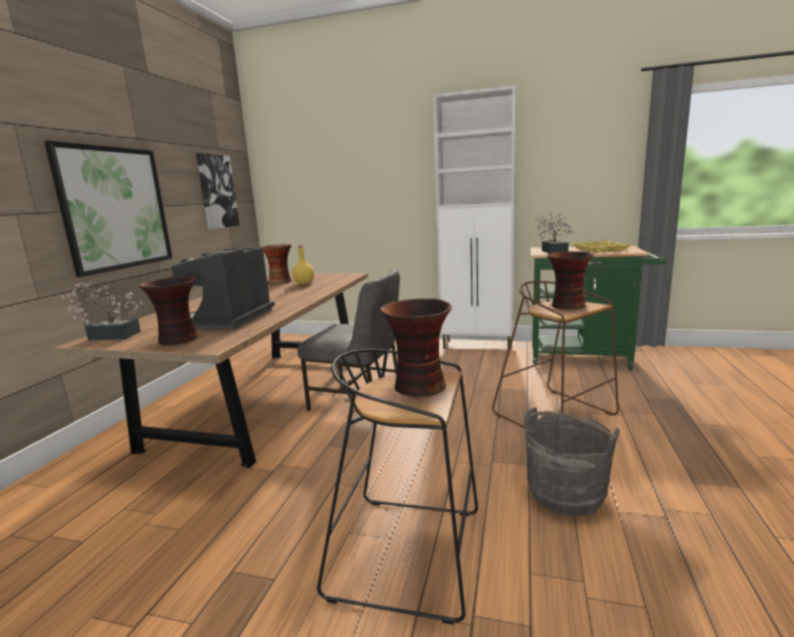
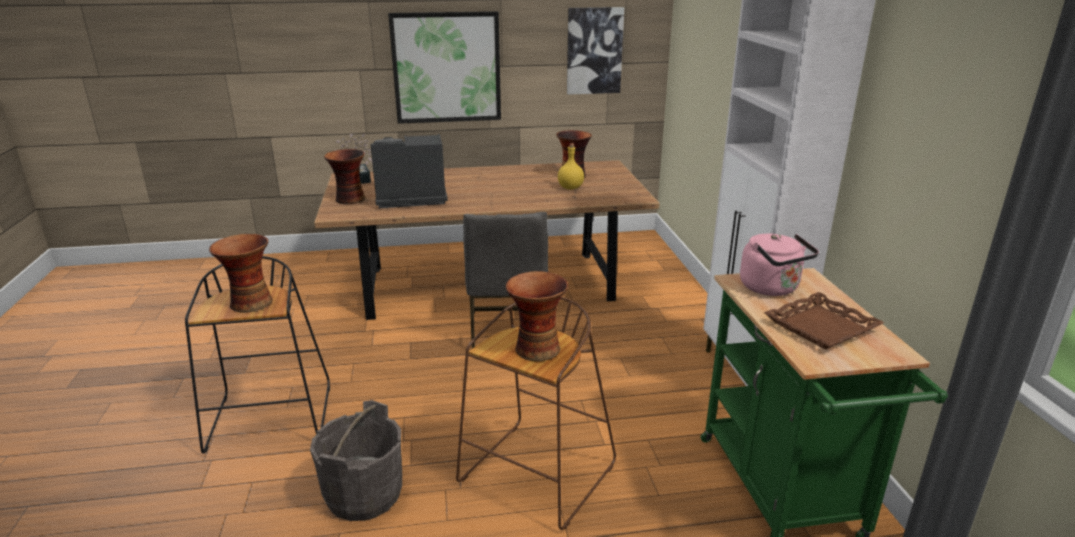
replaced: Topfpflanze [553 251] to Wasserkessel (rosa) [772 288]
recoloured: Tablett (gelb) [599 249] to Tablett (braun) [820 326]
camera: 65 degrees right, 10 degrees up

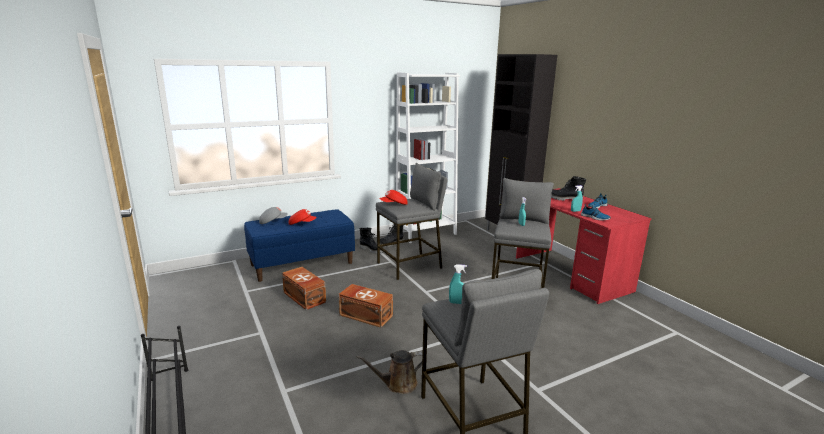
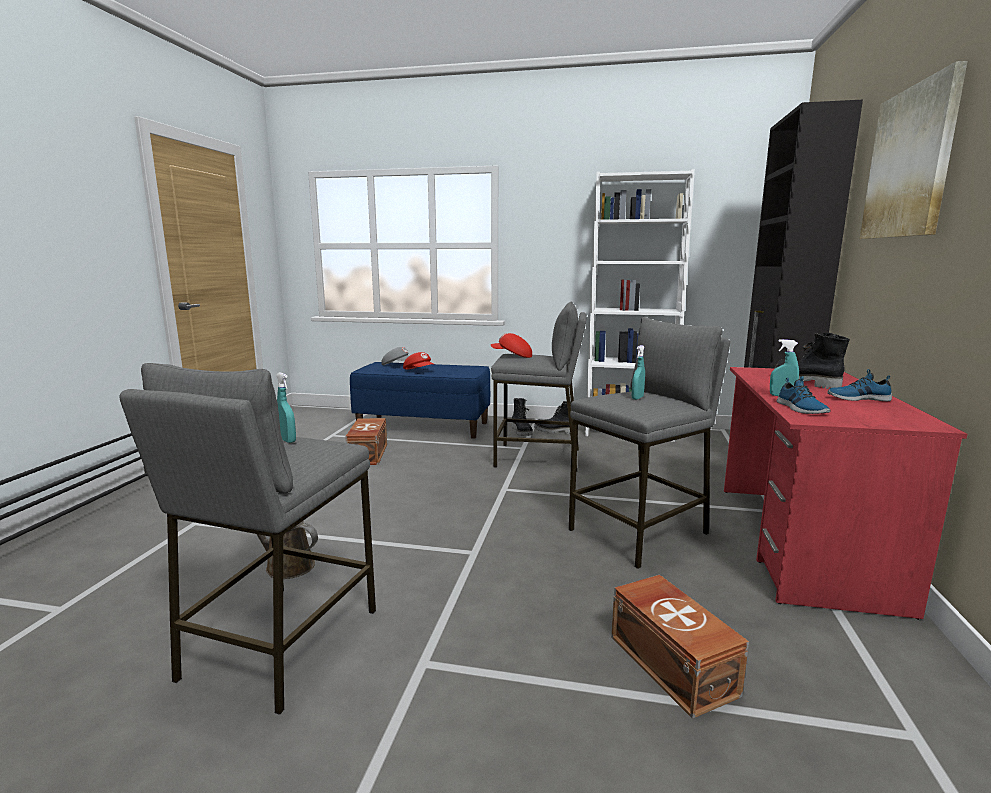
added: Bild [910 163]
moved: Aufbewahrungsbox (braun) [365 315] to [672 663]
camera: 40 degrees right, 5 degrees down

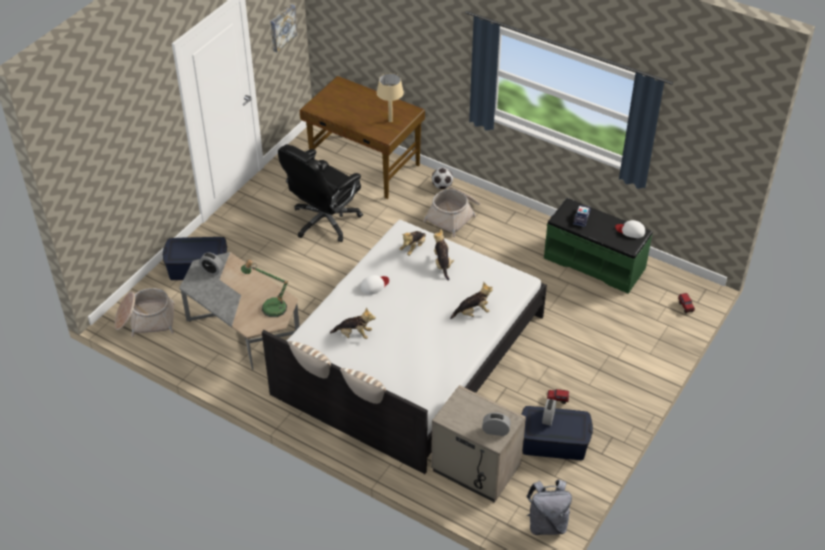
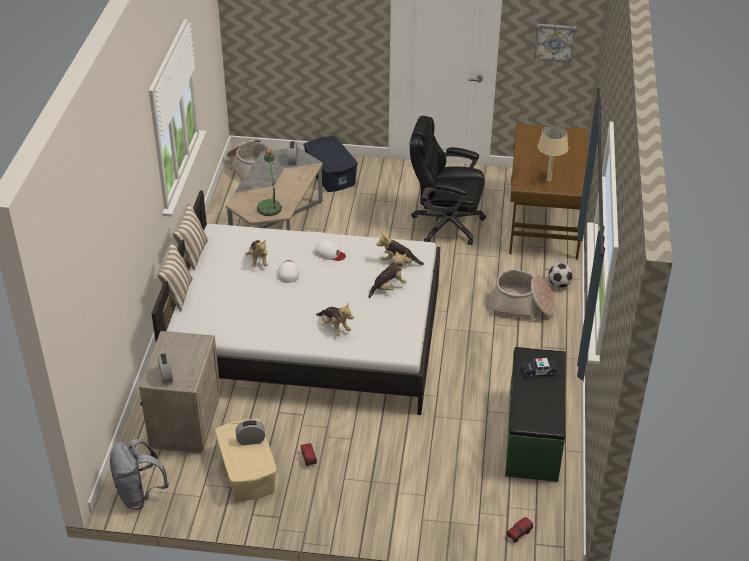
moved: Kappe (weiß) [630 230] to [288 272]
recoloured: Aufbewahrungsbox (blau) [553 443] to Aufbewahrungsbox (beige) [247 472]
camera: 65 degrees right, 5 degrees down

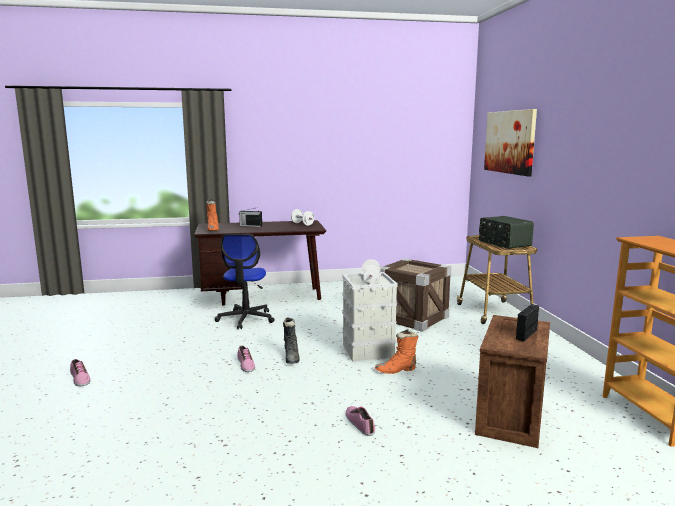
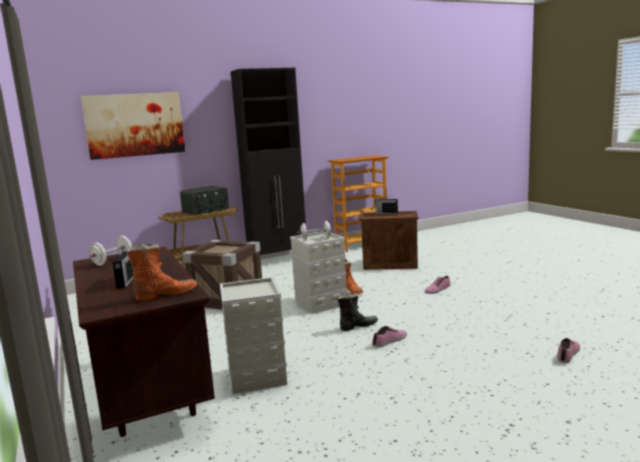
added: Schrank (schwarz) [279 260]
moved: Schuh [79 379] to [568 354]
replaced: Bürostuhl [246 319] to Aufbewahrungsbox (grau) [258 376]
camera: 105 degrees left, 0 degrees up

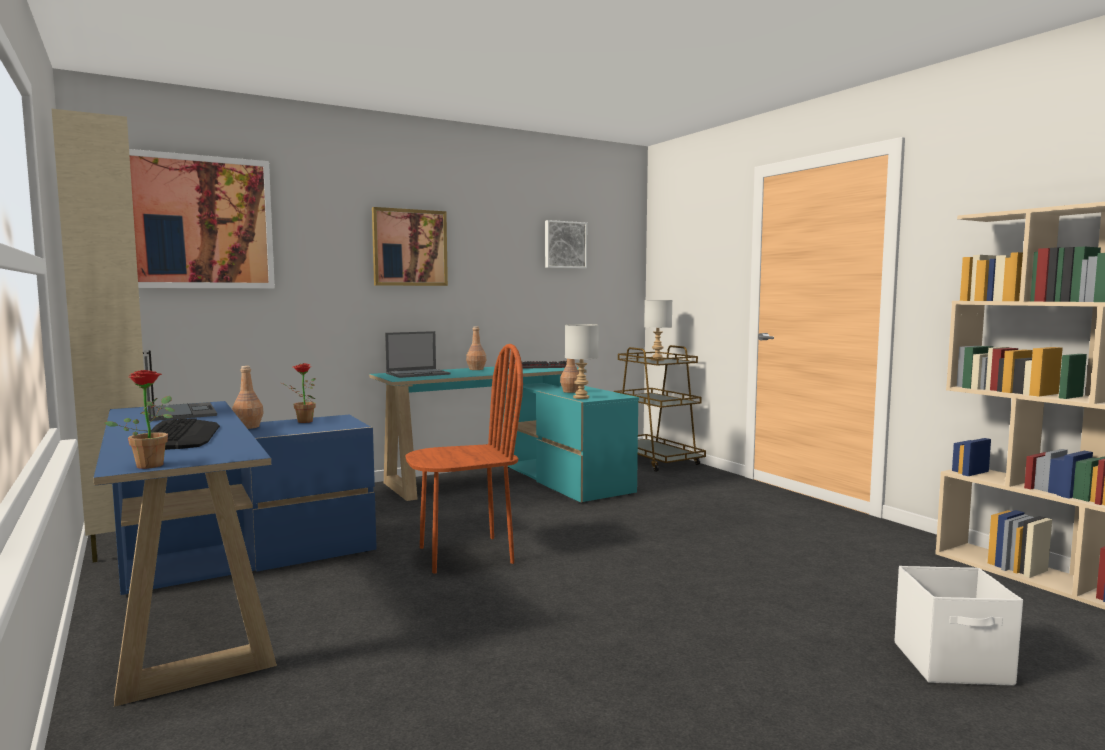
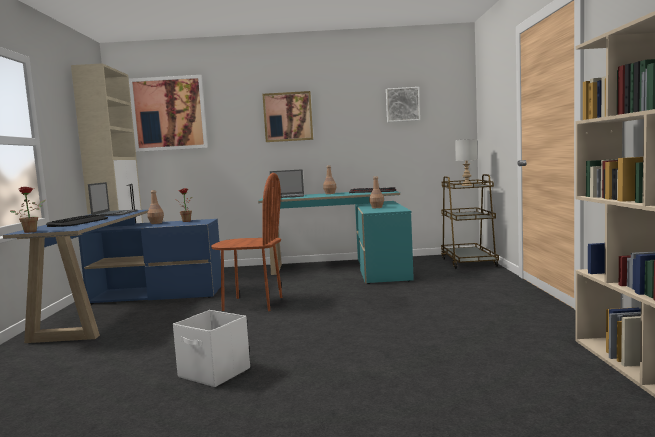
removed: Tischlampe (grau) [580 397]
moved: Aufbewahrungsbox (weiß) [953 664] to [214 373]
camera: 30 degrees right, 0 degrees up

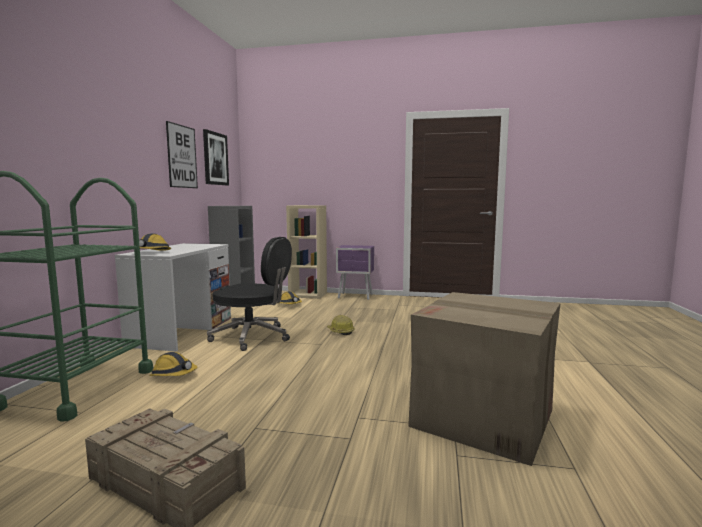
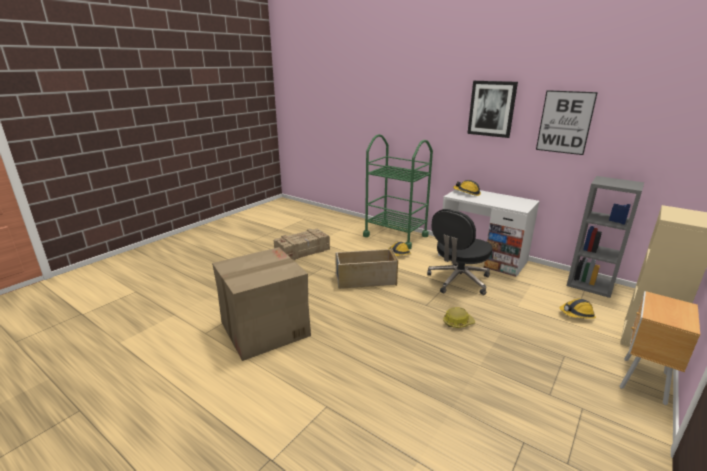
added: Aufbewahrungsbox (beige) [365 280]
moved: Bild [215 158] to [491 109]
recoloured: Nachttisch (lila) [356 296] to Nachttisch (braun) [642 381]
camera: 115 degrees right, 15 degrees up

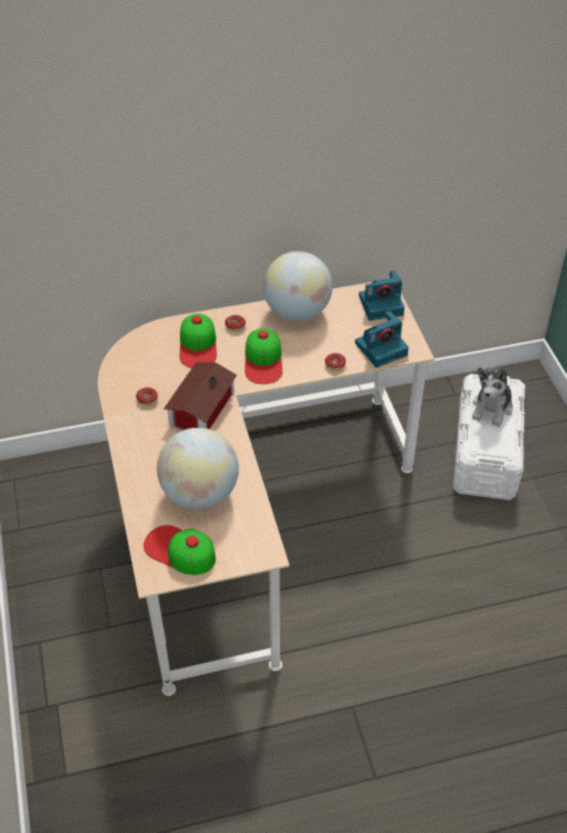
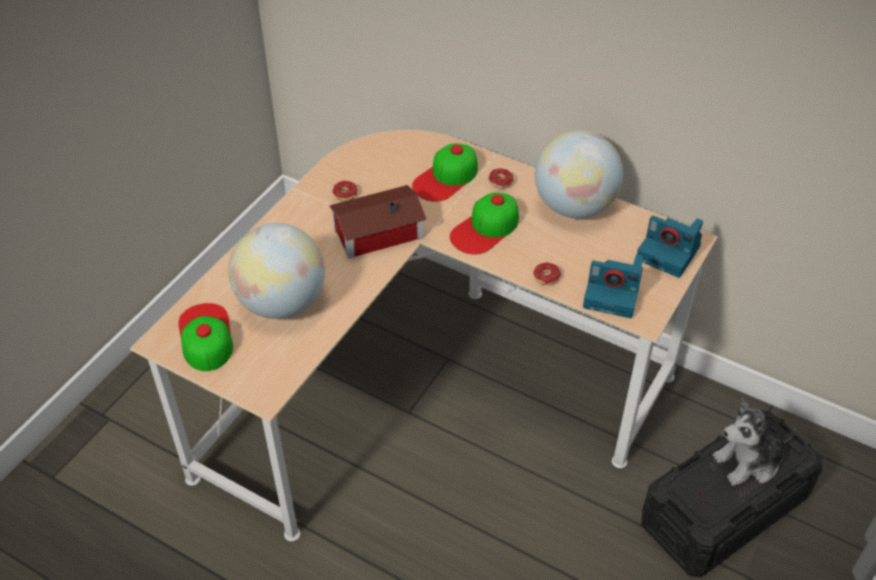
recoloured: Aufbewahrungsbox (weiß) [486 452] to Aufbewahrungsbox (schwarz) [724 510]
camera: 45 degrees right, 0 degrees up

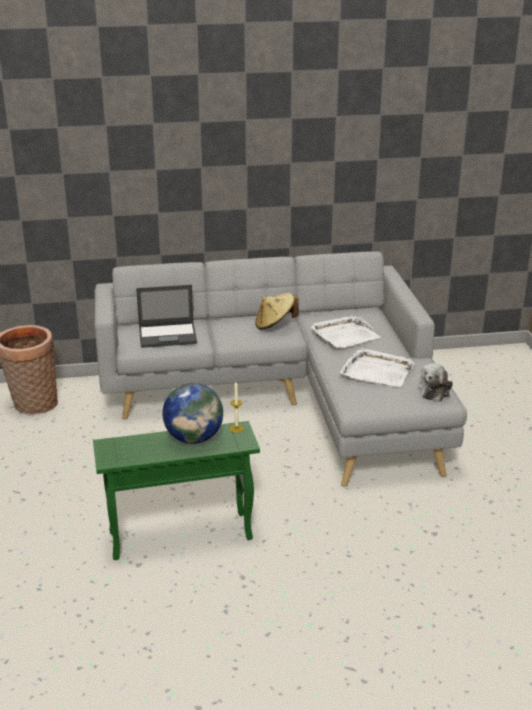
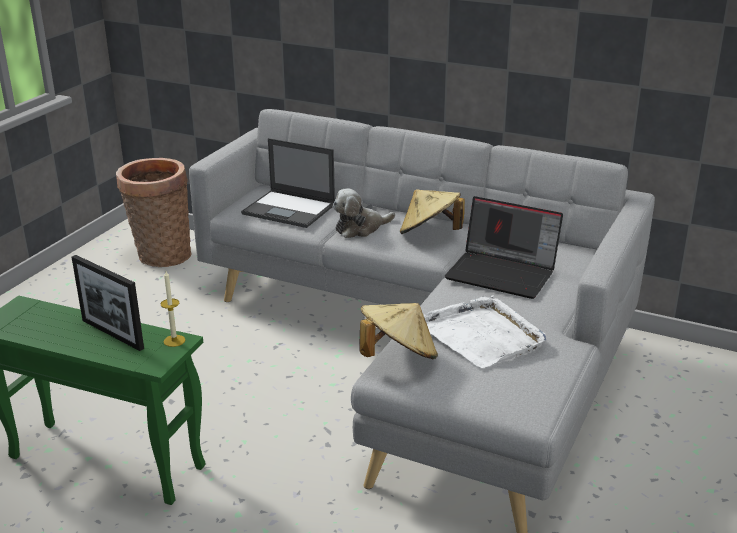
added: Hut (beige) [398 356]
moved: Plüschtier [435 391] to [360 228]
replaced: Globus [194 438] to Bilderrahmen [112 334]; Tablett (weiß) [344 335] to Laptop [503 273]
camera: 35 degrees right, 0 degrees up

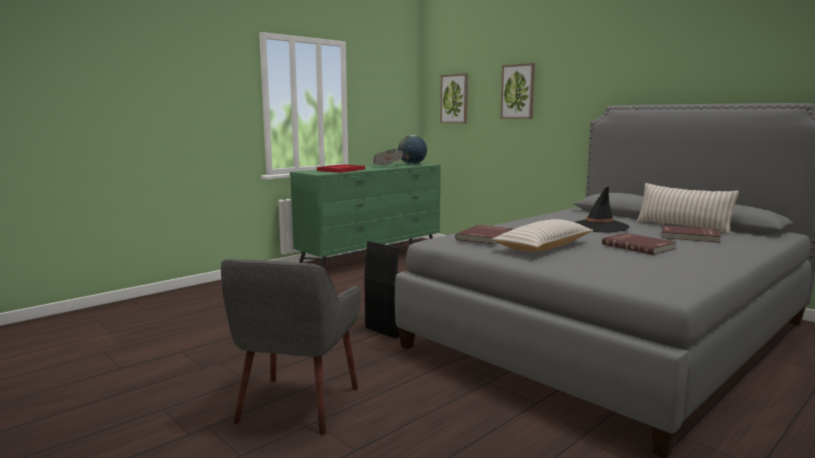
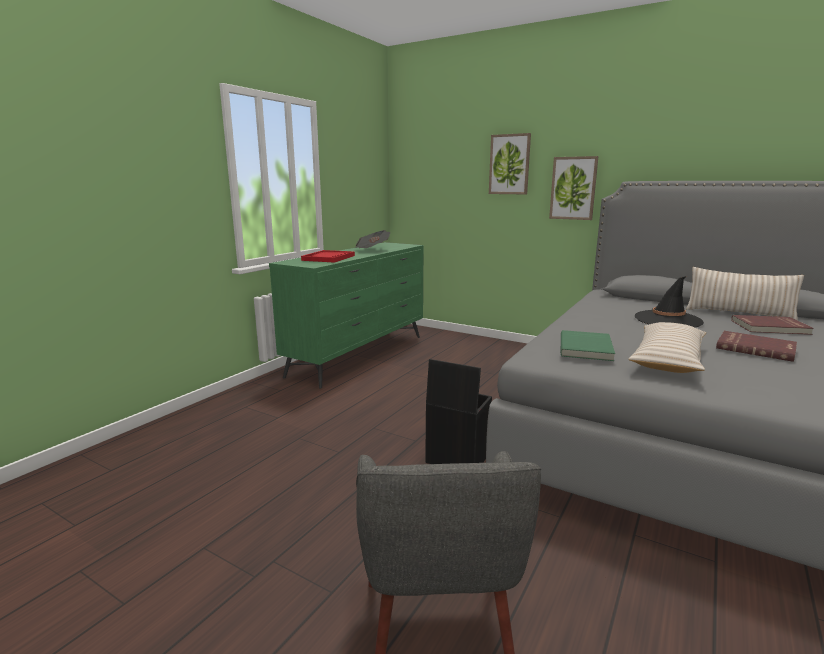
removed: Globus [412 164]
moved: Bild [454 99] to [573 188]
recoloured: Buch (rot) [486 237] to Buch (grün) [587 348]
camera: 15 degrees left, 5 degrees up

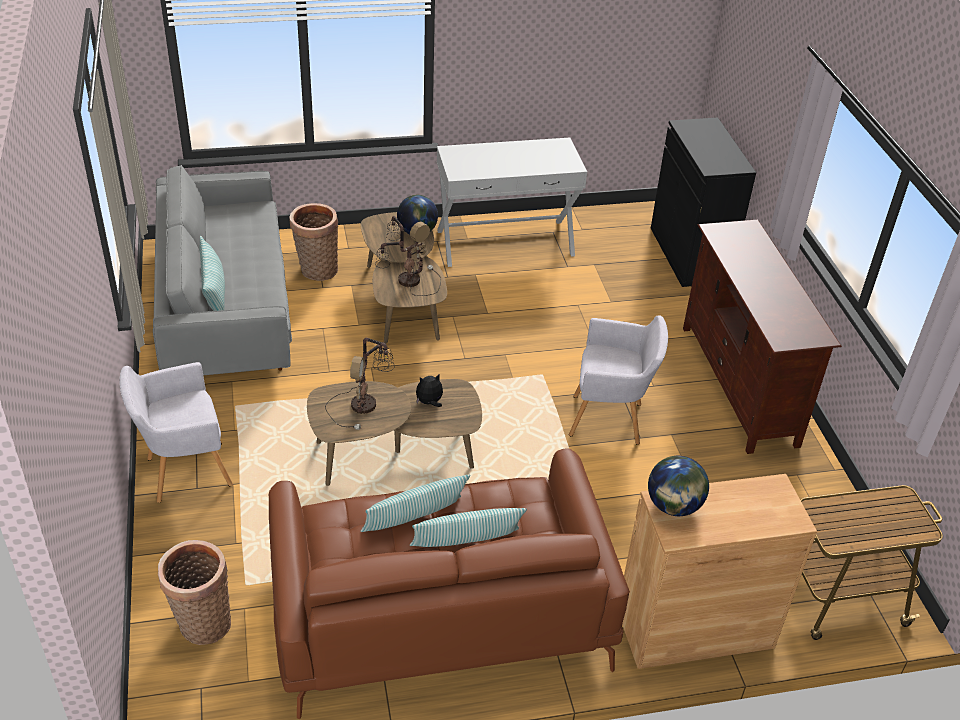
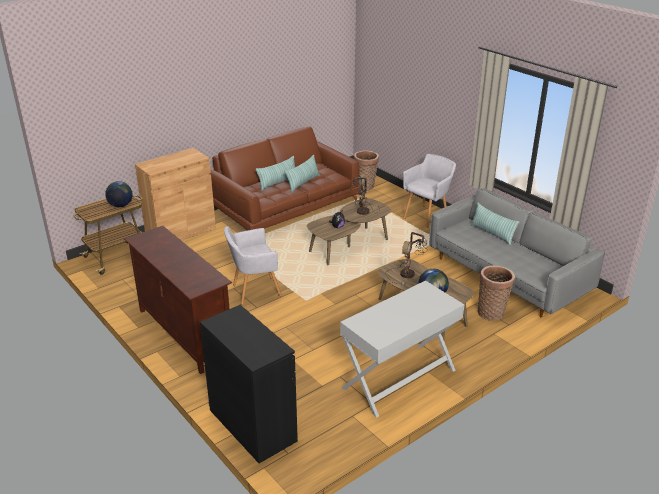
moved: Globus [673 506] to [120 205]
camera: 155 degrees right, 10 degrees down

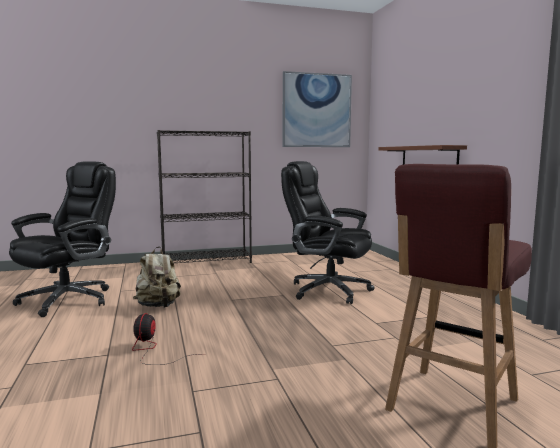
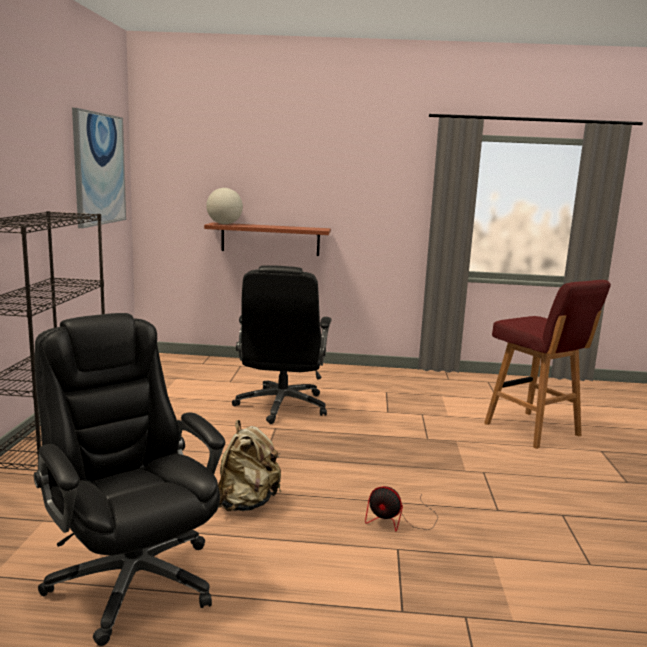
added: Globus [224 224]
turned: Bürostuhl (schwarz) [327 290] = [281 406] 45 degrees counterclockwise
camera: 70 degrees left, 5 degrees up

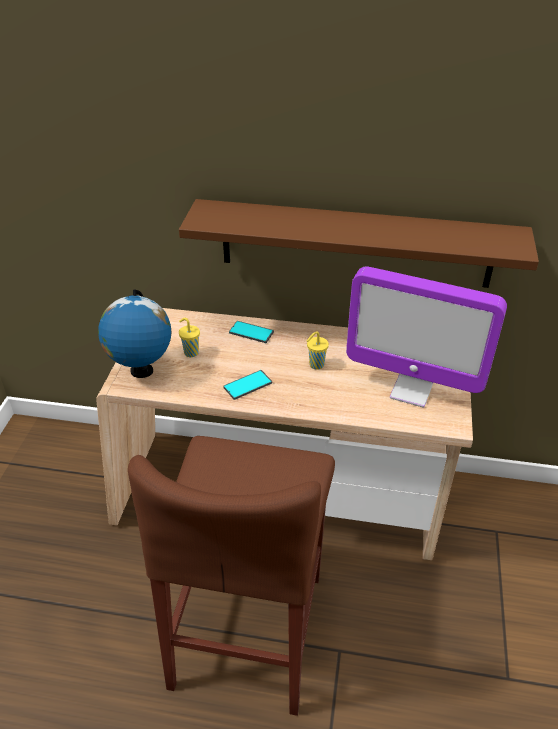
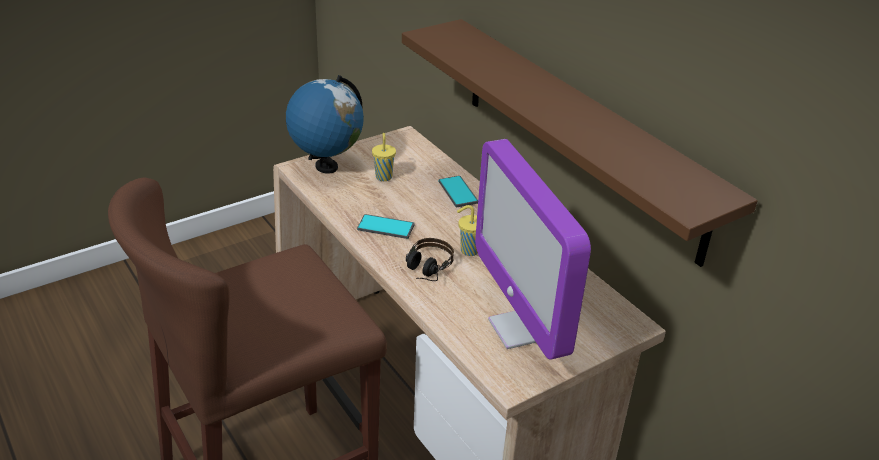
added: Kopfhörer [425 271]
camera: 45 degrees right, 5 degrees down

